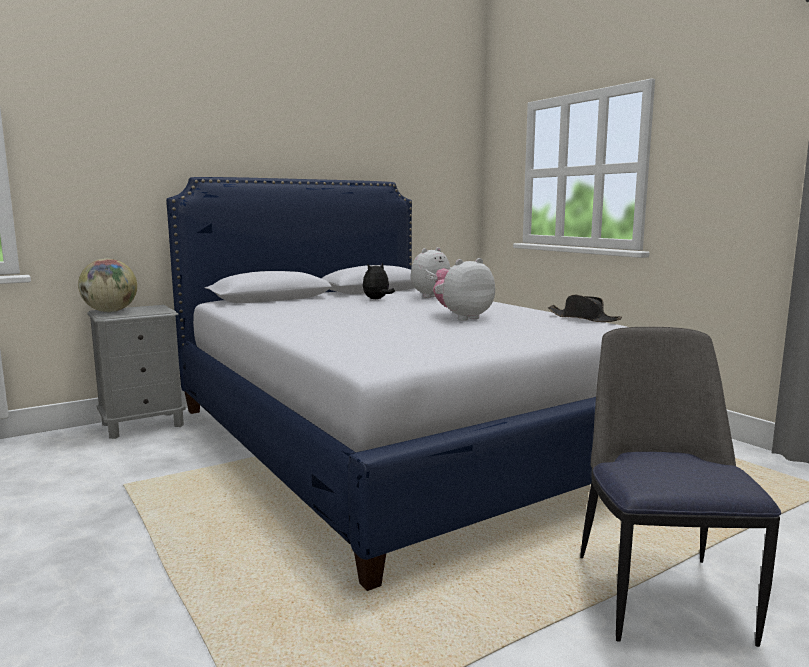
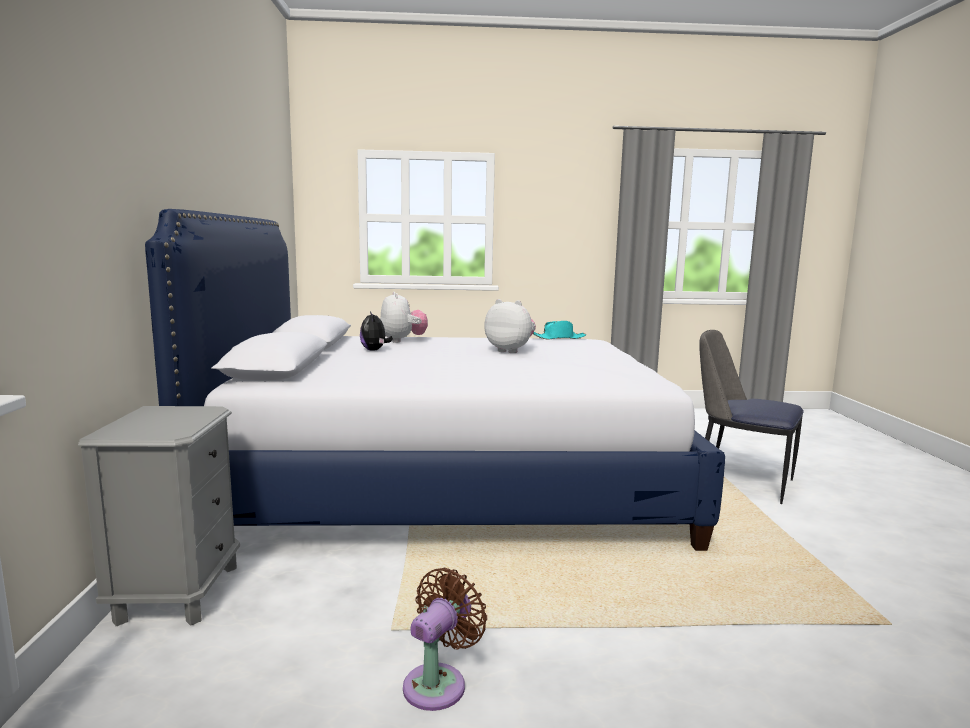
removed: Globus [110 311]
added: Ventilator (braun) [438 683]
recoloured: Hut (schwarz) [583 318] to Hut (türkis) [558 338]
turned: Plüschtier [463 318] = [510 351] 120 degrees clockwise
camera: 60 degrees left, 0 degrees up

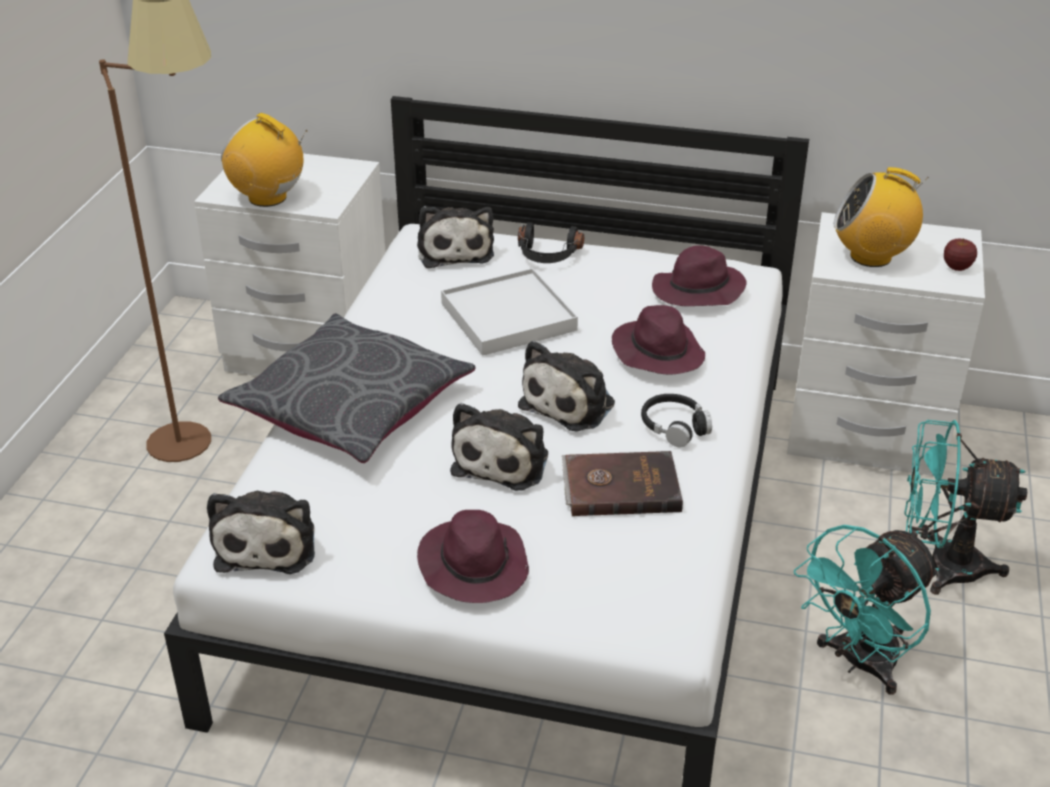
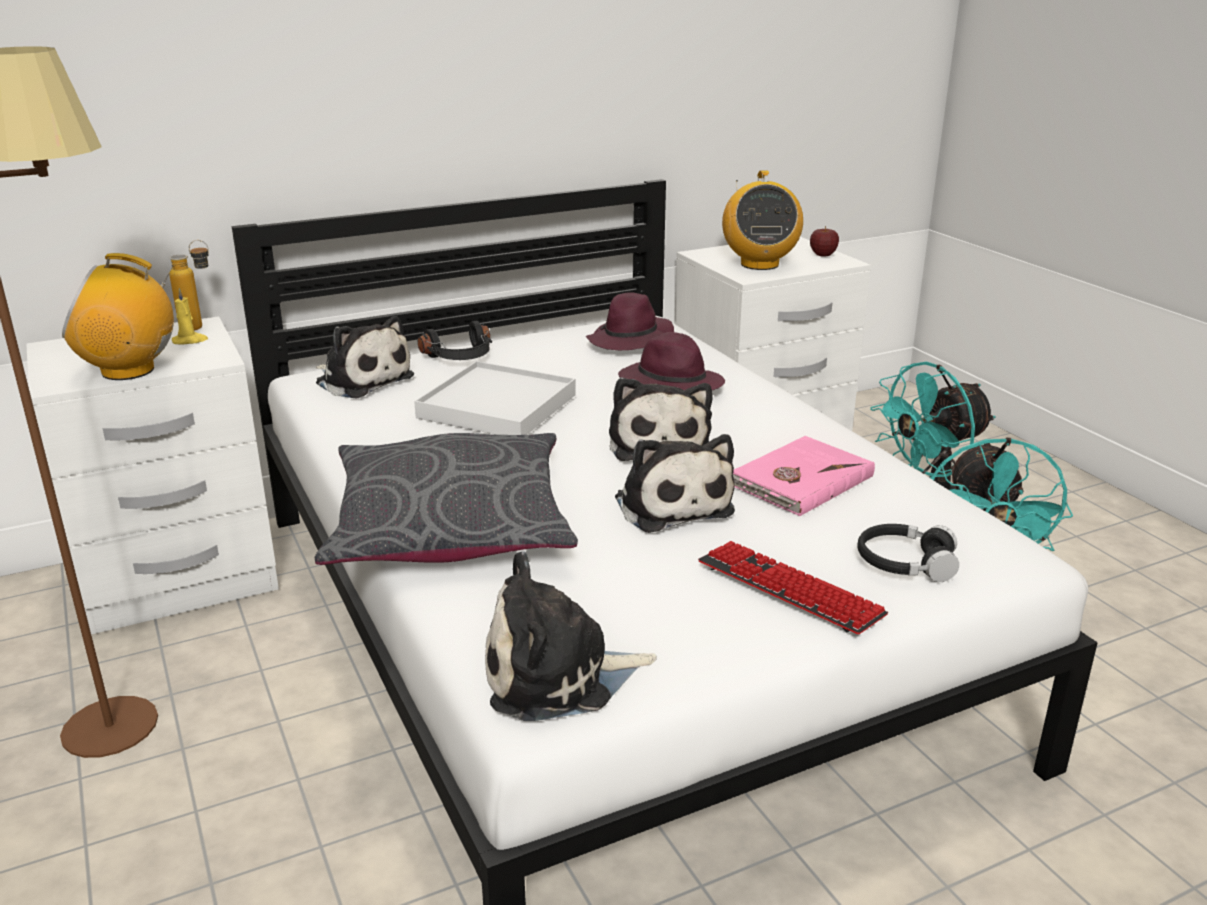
added: Flasche [200 328]; Kerze (gelb) [190 340]
moved: Kopfhörer (schwarz) [674 427] to [905 563]
replaced: Hut (lila) [473 565] to Tastatur [789 589]
recoloured: Buch (braun) [620 487] to Buch (rosa) [799 480]
turned: Plüschtier [268 543] = [558 675] 120 degrees clockwise; Radio [871 256] = [759 264] 60 degrees counterclockwise
camera: 40 degrees left, 10 degrees down

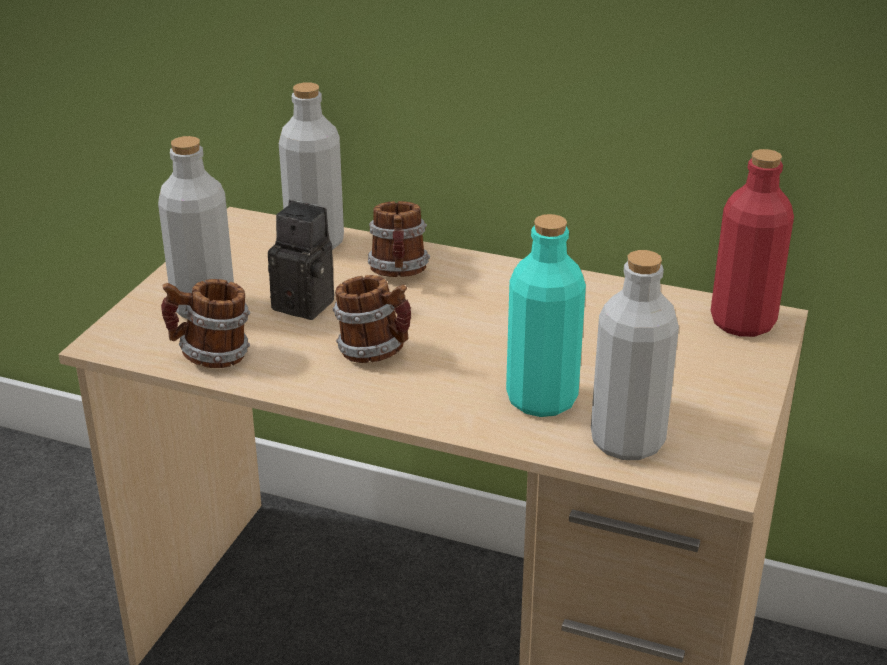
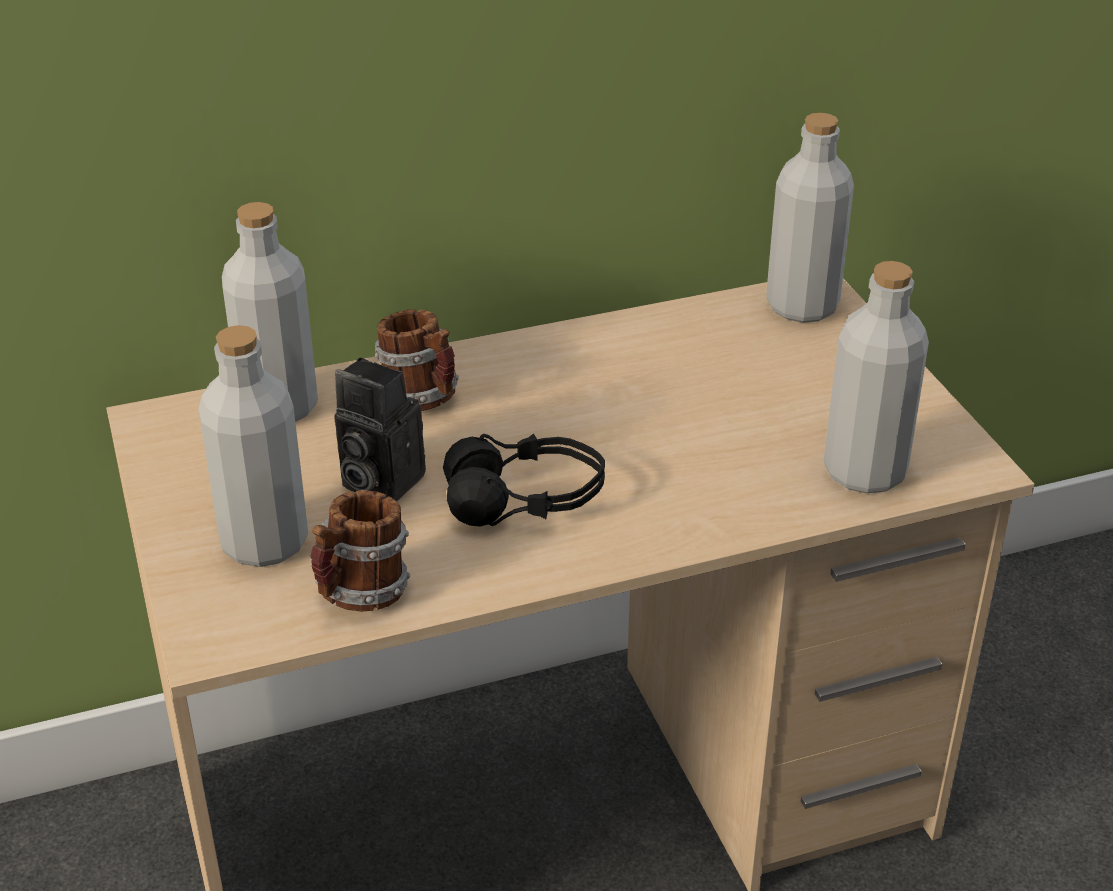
removed: Flasche (türkis) [541 399]
replaced: Henkelbecher [375 352] to Kopfhörer (schwarz) [525 500]
recoloured: Flasche (rot) [742 322] to Flasche (grau) [802 306]
turned: Kamera [308 303] = [377 481] 135 degrees counterclockwise
camera: 40 degrees left, 5 degrees up

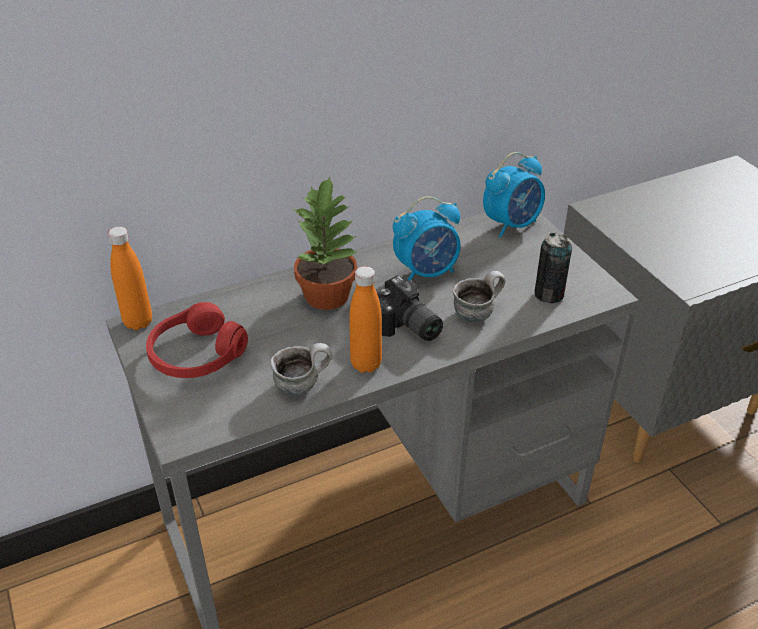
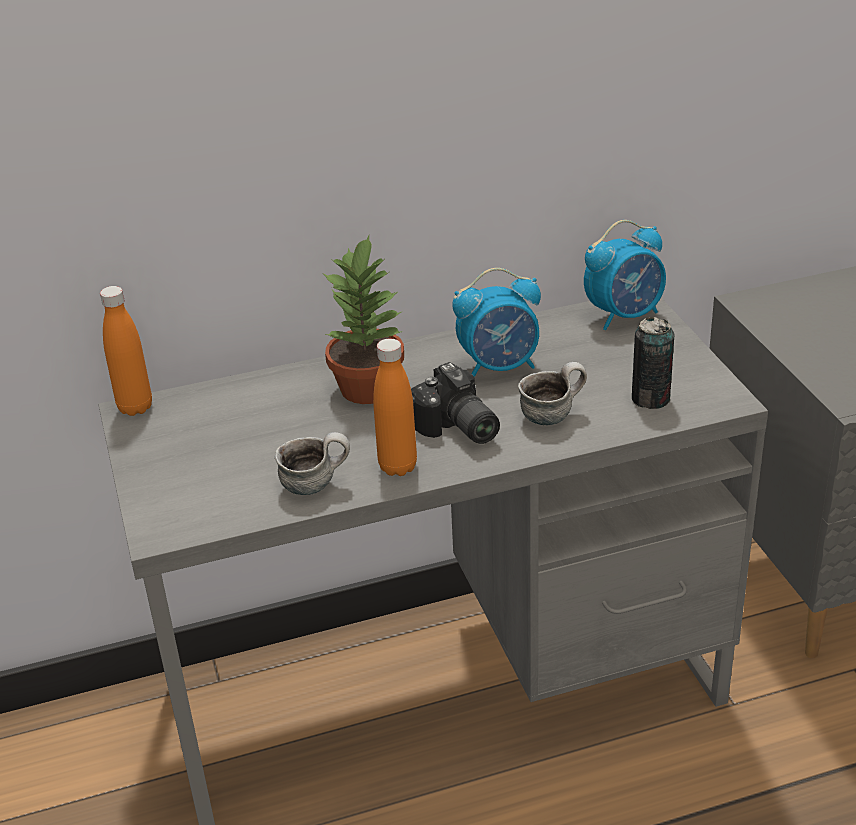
removed: Kopfhörer (rot) [196 354]
camera: 10 degrees right, 5 degrees down

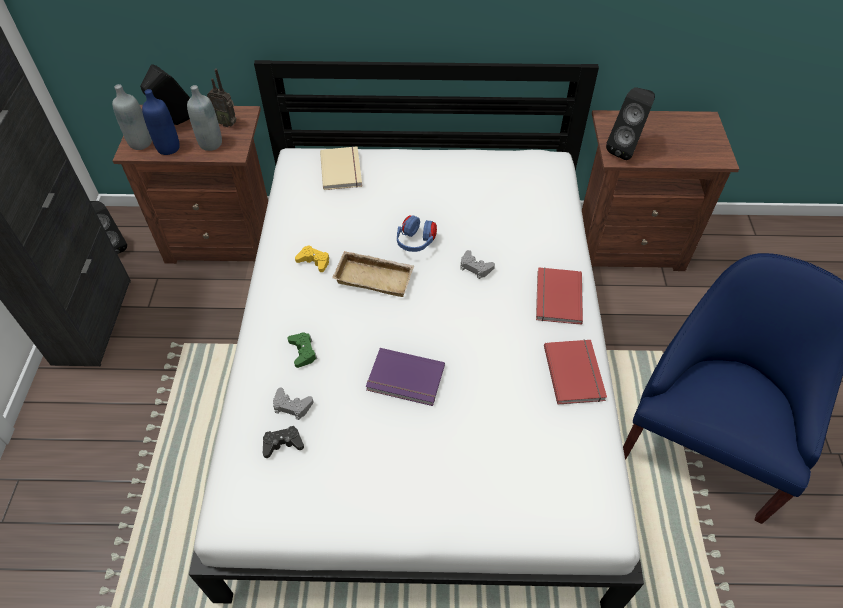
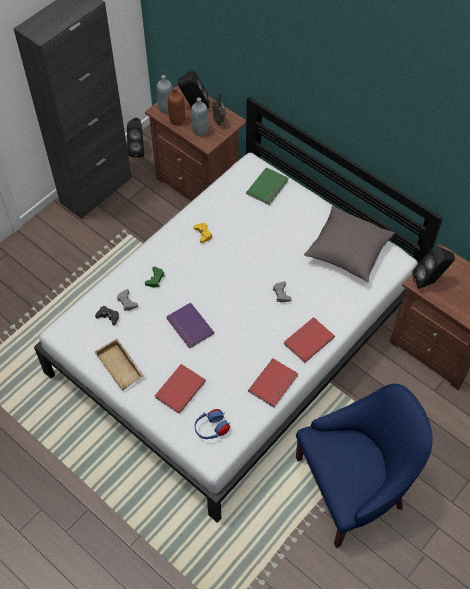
added: Buch (rot) [179 389]; Kissen (grau) [347 252]
moved: Tablett (beige) [375 277] to [121 366]; Kopfhörer (blau) [416 243] to [212 429]
recoloured: Flasche (blau) [168 148] to Flasche (braun) [177 120]; Buch (beige) [343 169] to Buch (grün) [268 187]
camera: 40 degrees right, 5 degrees up

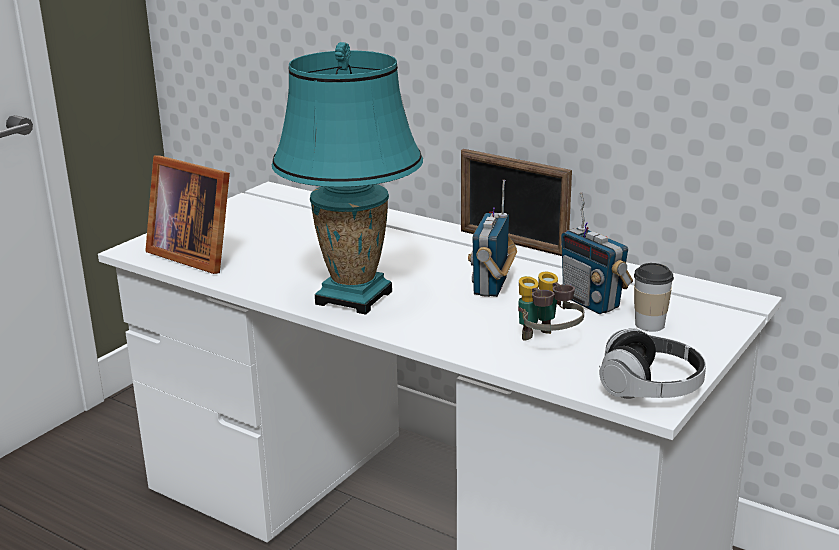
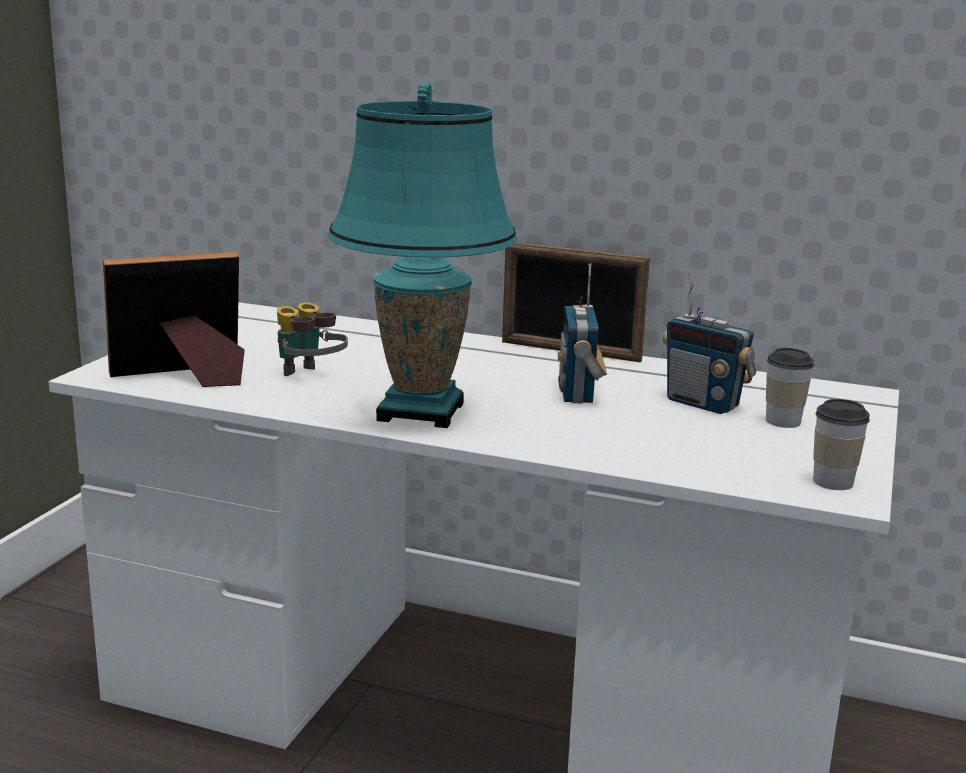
moved: Fernglas [546 343] to [309 377]
replaced: Kopfhörer [650 388] to Tasse [833 482]
turned: Bilderrahmen [194 255] = [184 377] 135 degrees clockwise
camera: 15 degrees left, 5 degrees down

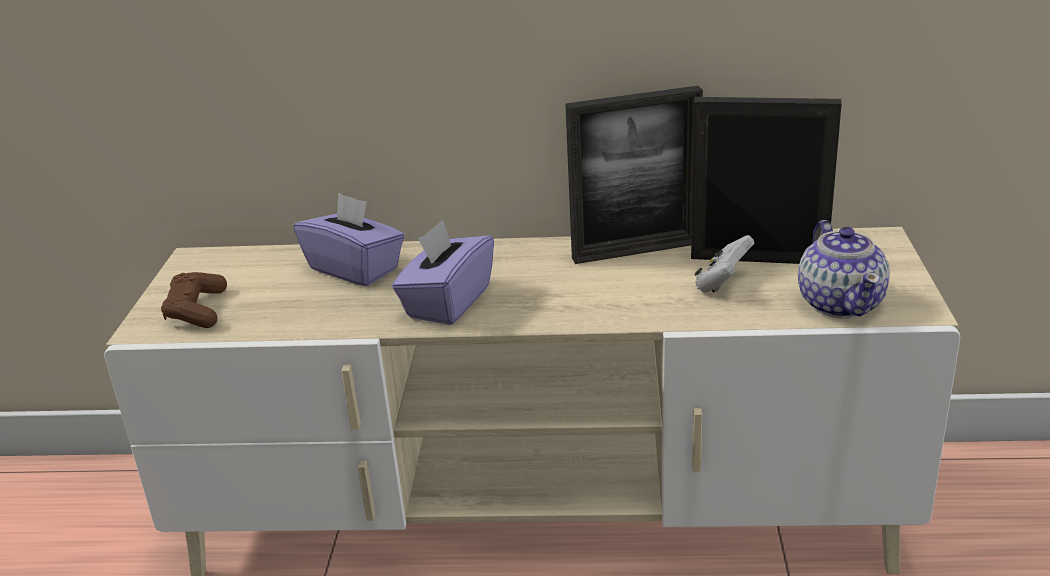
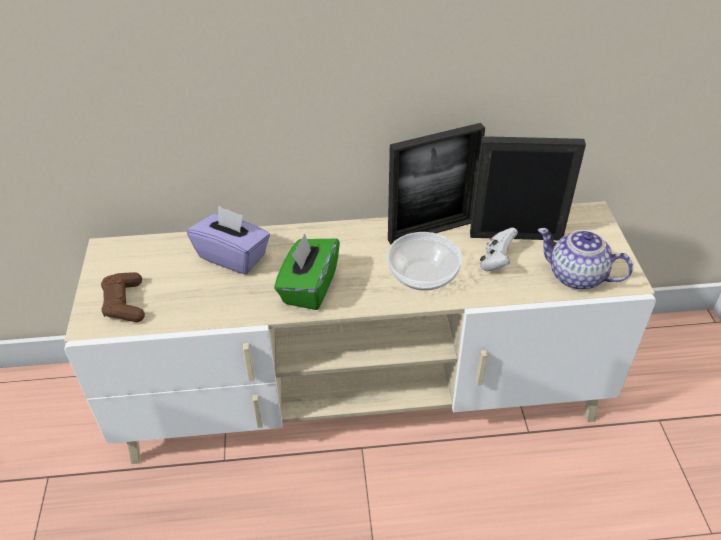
added: Schüssel [423 276]
recoloured: Taschentuchbox (lila) [447 302] to Taschentuchbox (grün) [309 287]
turned: Teekanne [841 303] = [577 276] 135 degrees clockwise
camera: 10 degrees left, 15 degrees up

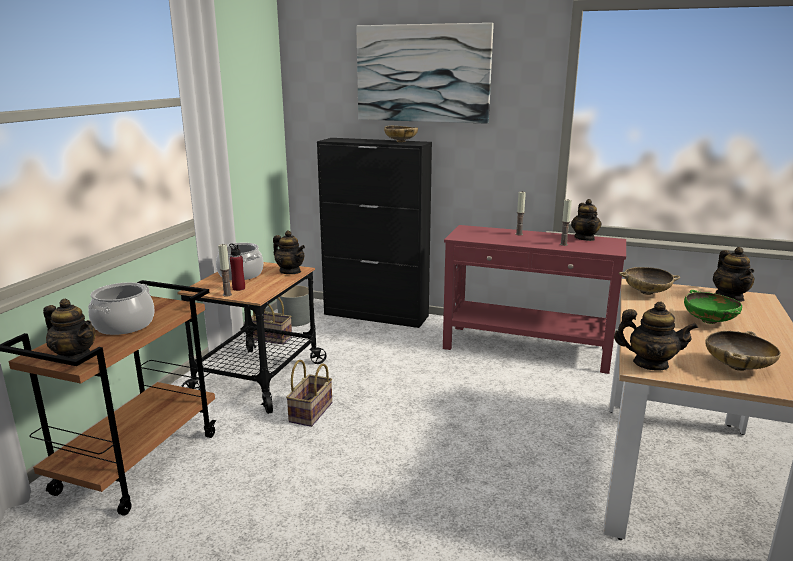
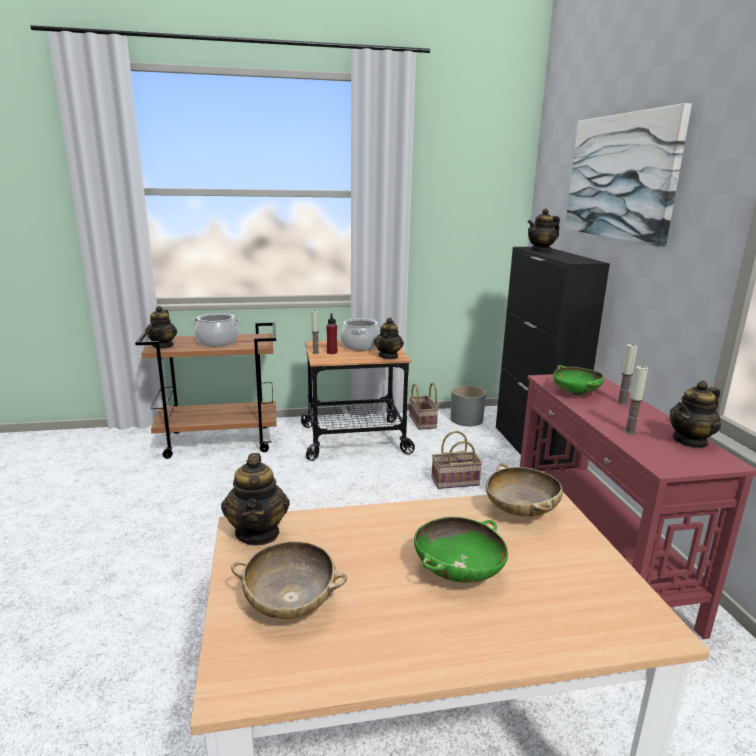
removed: Schüssel (beige) [401 141]
added: Schüssel (grün) [575 393]
moved: Korb [311 413] to [454 482]; Teekanne [729 297] to [541 250]
camera: 60 degrees right, 0 degrees up

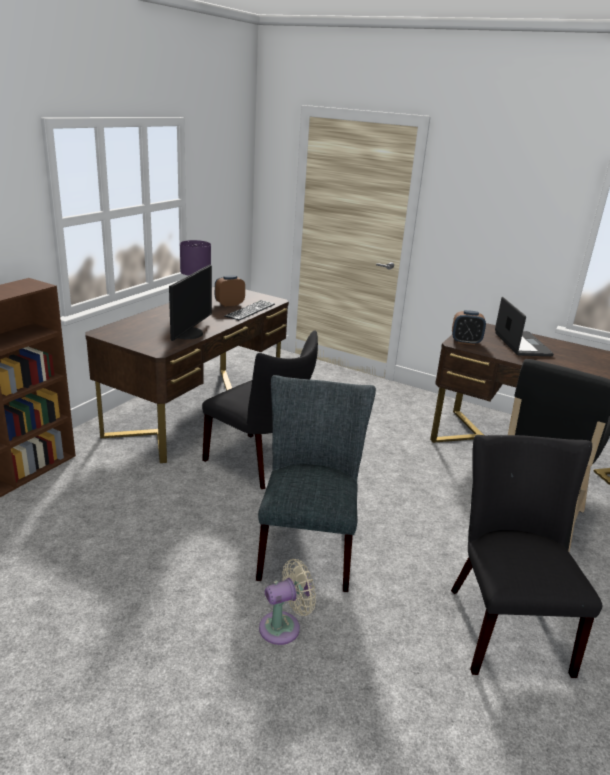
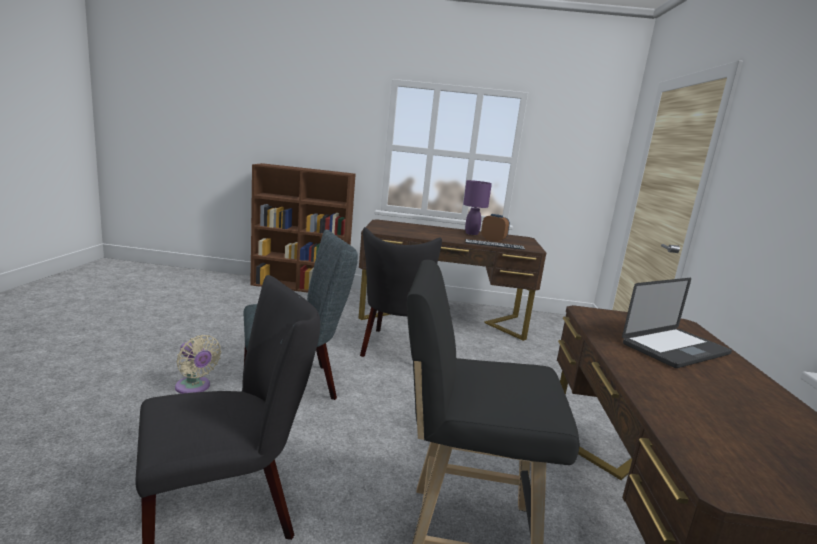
removed: Monitor [189 334]; Wecker [465 342]
camera: 65 degrees right, 10 degrees down

